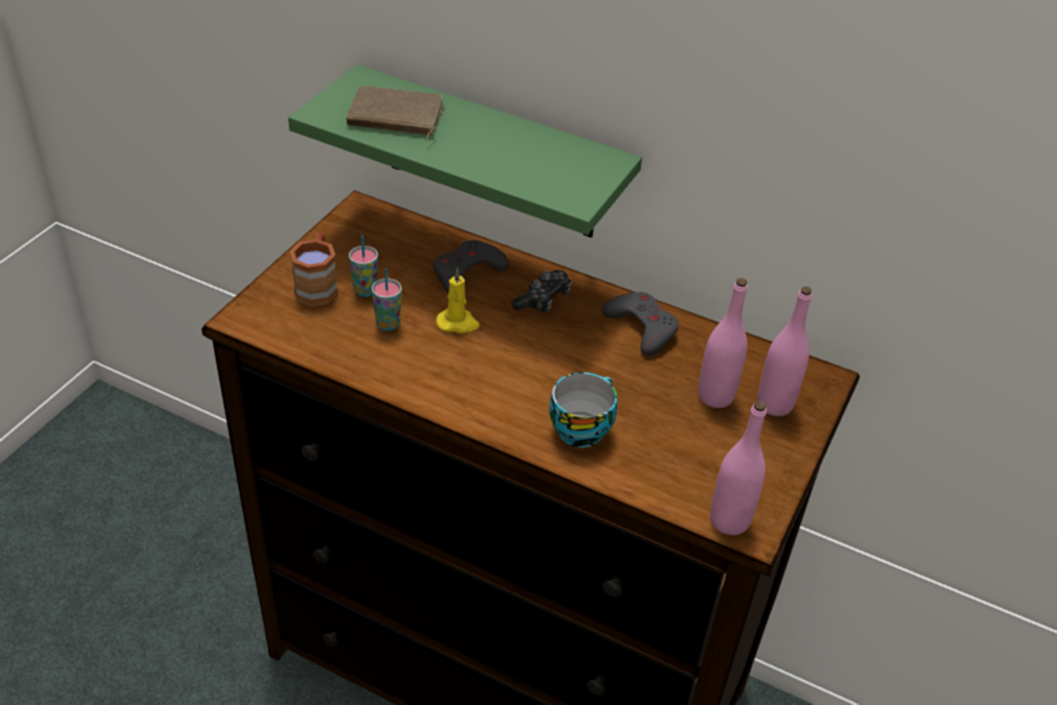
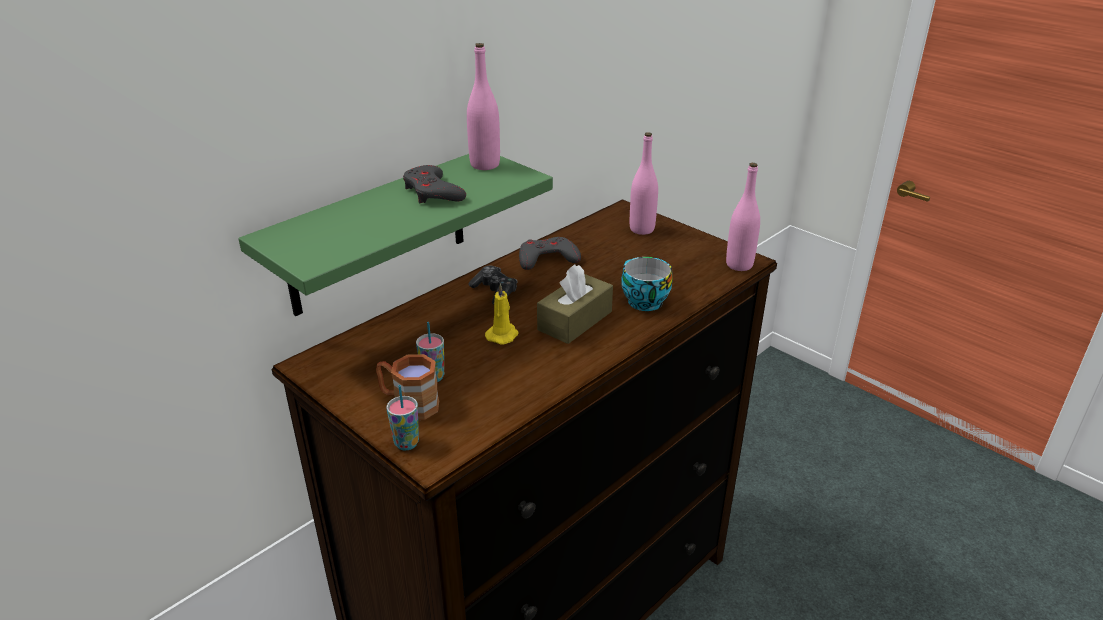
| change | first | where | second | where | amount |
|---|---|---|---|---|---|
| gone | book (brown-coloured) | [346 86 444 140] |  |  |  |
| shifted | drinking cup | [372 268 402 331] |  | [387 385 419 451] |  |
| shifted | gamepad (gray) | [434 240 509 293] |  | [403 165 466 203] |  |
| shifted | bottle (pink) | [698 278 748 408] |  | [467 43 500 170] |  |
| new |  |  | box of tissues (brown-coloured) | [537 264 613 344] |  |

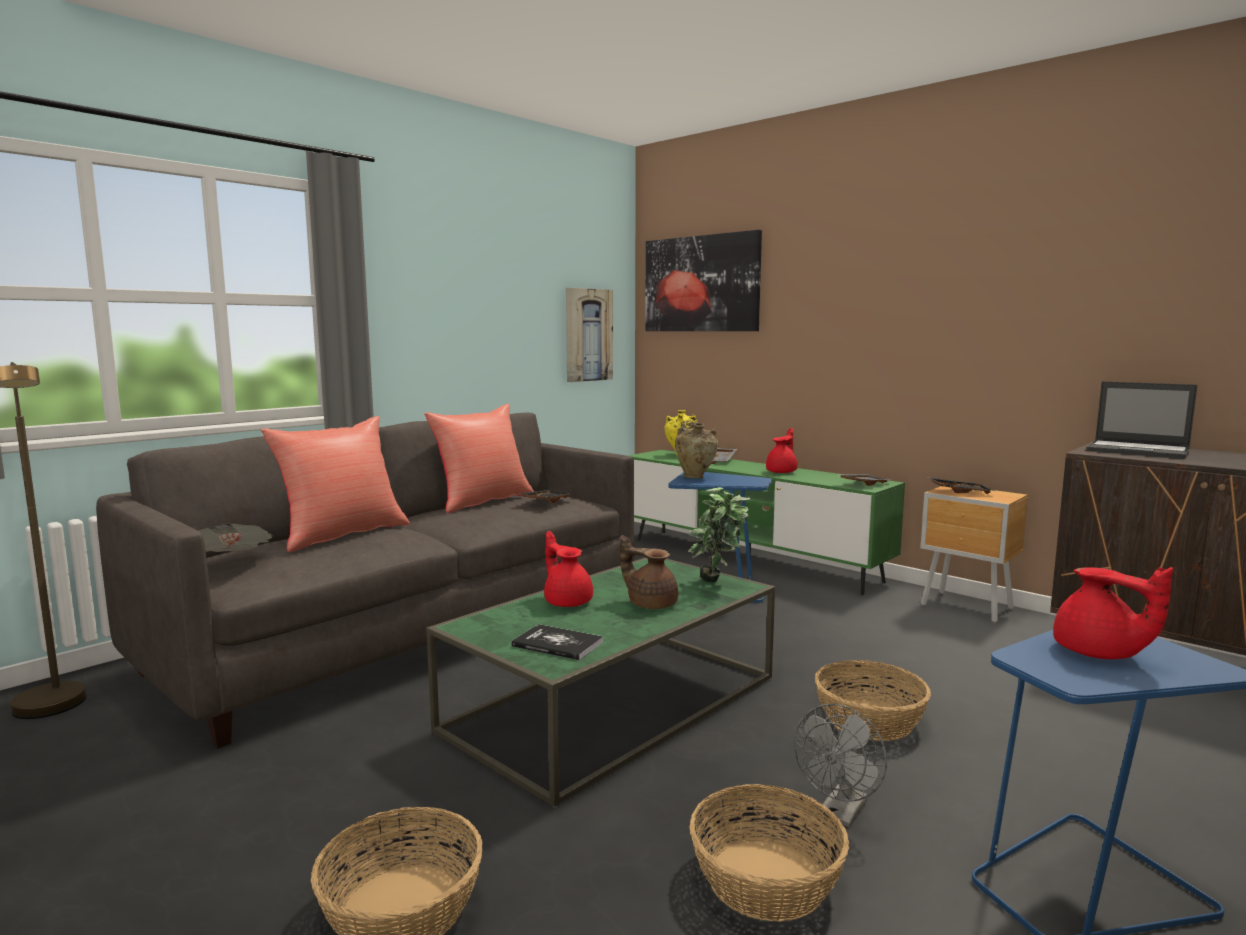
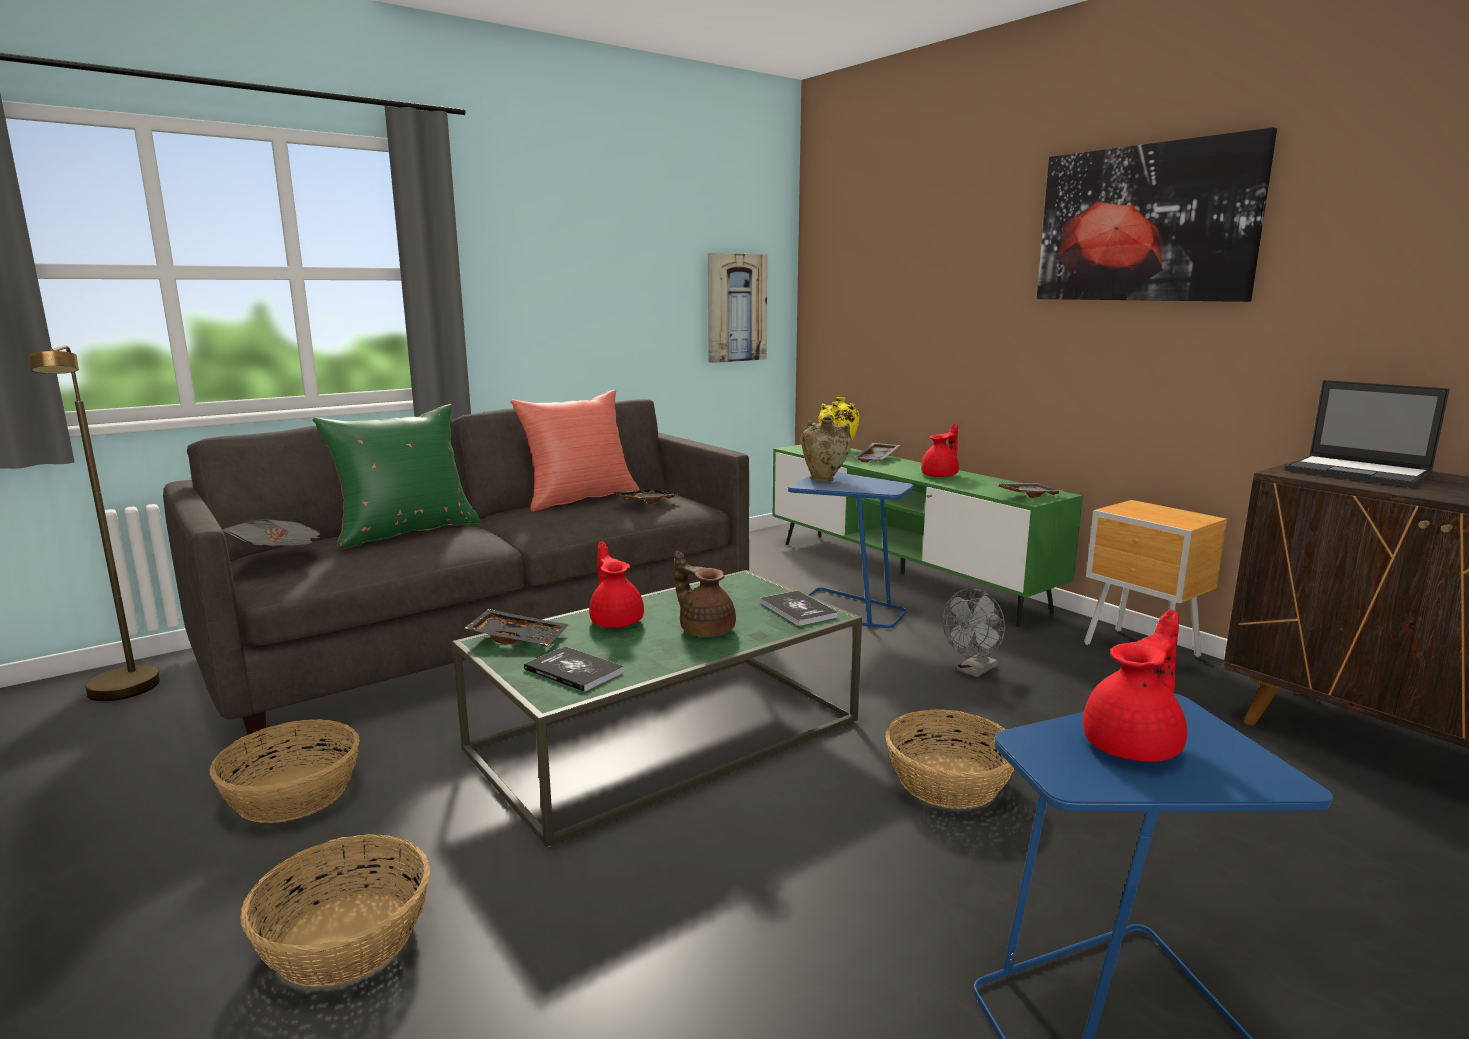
| change | first | where | second | where | amount |
|---|---|---|---|---|---|
| repainted | pillow (red) | [261 416 410 552] | pillow (green-coloured) | [313 404 481 550] |  |
| shifted | wall art | [645 230 762 331] |  | [1037 127 1277 302] |  |
| swapped | potted plant | [688 487 751 583] | book | [760 591 838 626] |  |
| shifted | basket | [689 784 849 922] |  | [209 719 360 823] |  |
| shifted | fan (gray) | [794 704 887 827] |  | [942 589 1005 677] |  |
| shifted | carrying tray (blackish) | [928 477 994 494] |  | [465 609 569 647] |  |
| rotated | tea pot (red) | [1053 567 1173 659] |  | [1083 609 1187 762] | 105 degrees counterclockwise |

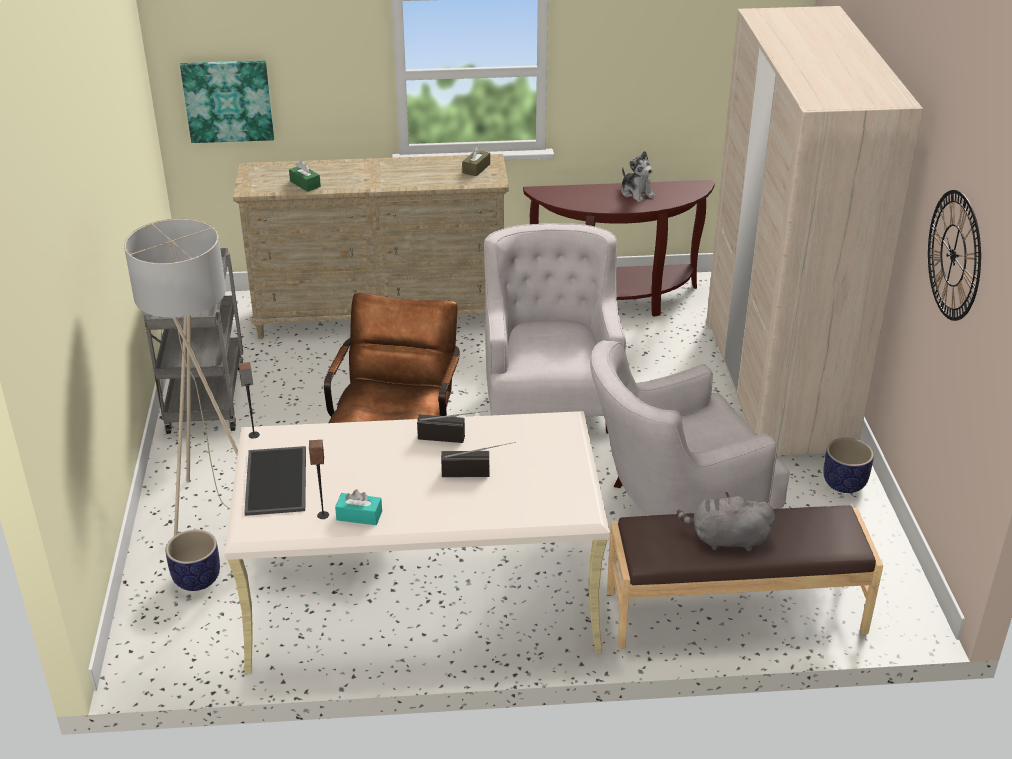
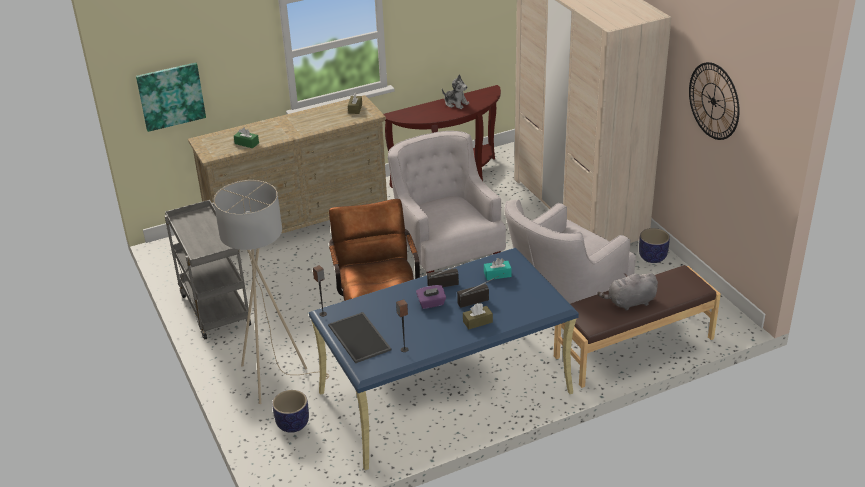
| change | first | where | second | where | amount |
|---|---|---|---|---|---|
| repainted | desk (beige-coloured) | [224 411 610 674] | desk (blue) | [309 248 579 470] |  |
| shifted | box of tissues (blue-green) | [335 489 382 525] |  | [484 258 511 280] |  |
| new |  |  | box of tissues (purplish) | [416 285 446 309] |  |
| new |  |  | box of tissues (brown-coloured) | [463 303 493 329] |  |

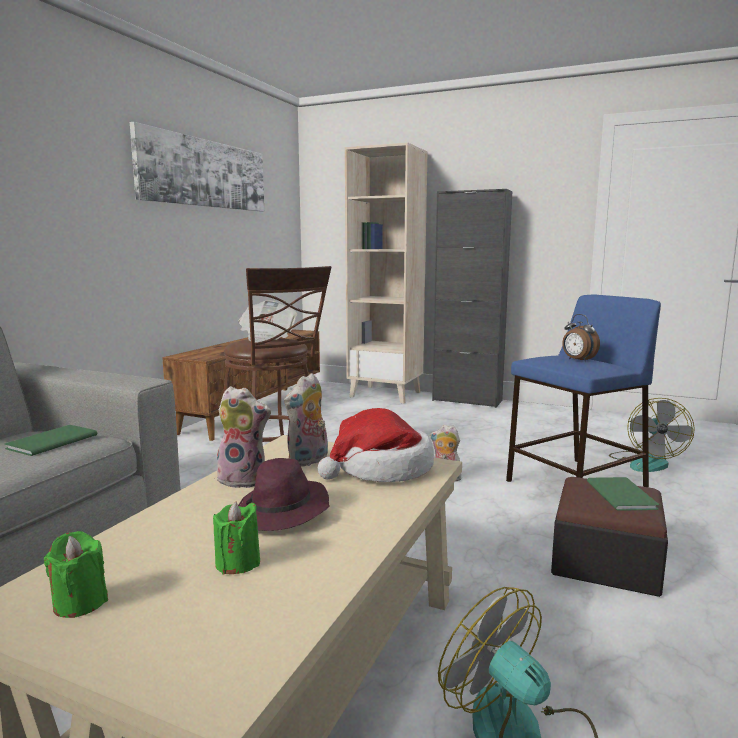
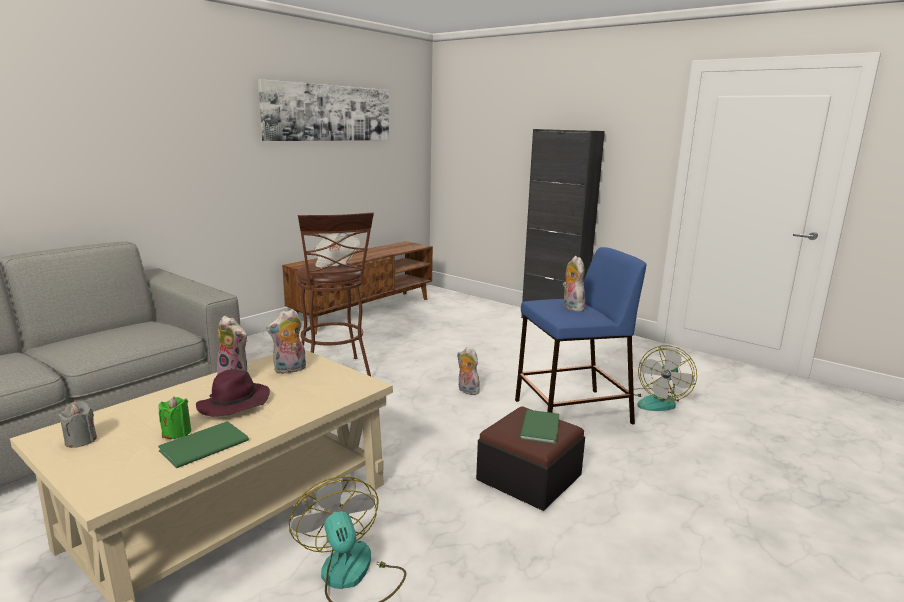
| change | first | where | second | where | amount |
|---|---|---|---|---|---|
| shifted | book (green-coloured) | [5 425 97 456] |  | [158 422 249 468] |  |
| repainted | wax light (green-coloured) | [44 531 108 618] | wax light (gray) | [58 401 97 448] |  |
| gone | wearable hat | [318 408 434 482] |  |  |  |
| gone | bookcase (beige-coloured) | [345 142 428 403] |  |  |  |
| swapped | table clock | [562 314 600 362] | cuddly toy | [563 256 586 312] |  |

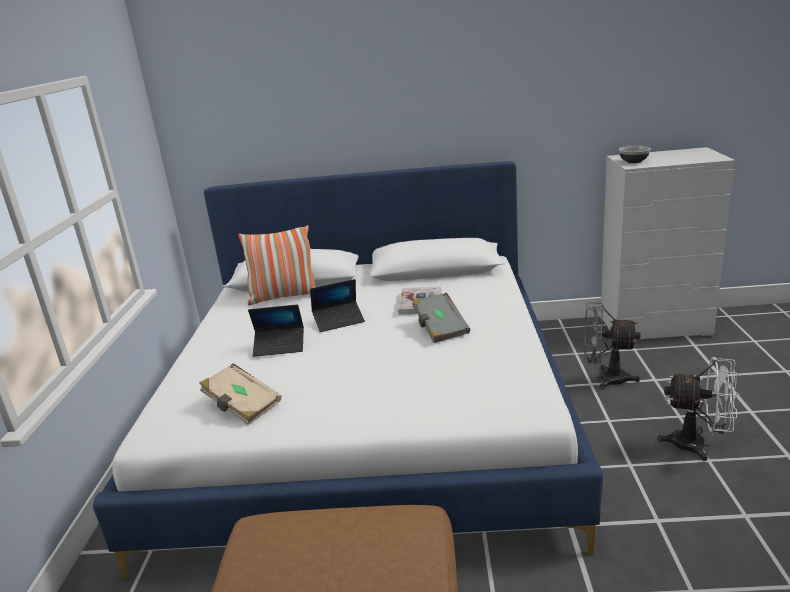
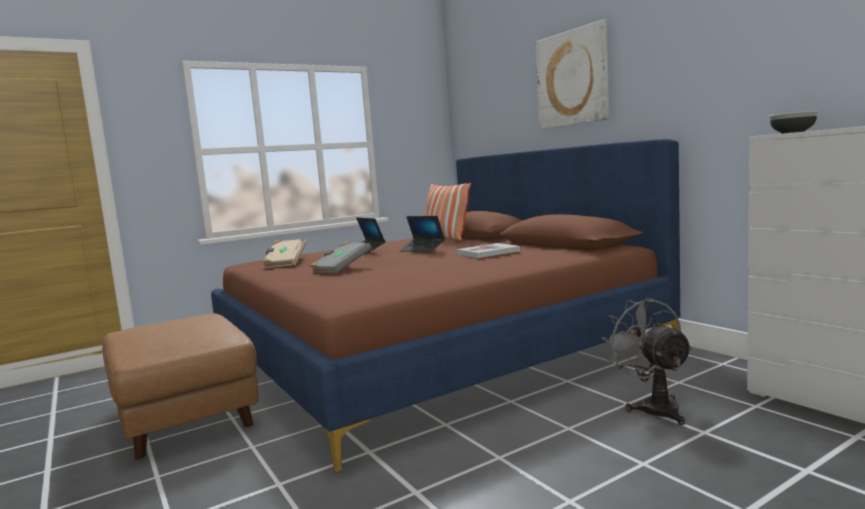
| change | first | where | second | where | amount |
|---|---|---|---|---|---|
| repainted | bedroom bed (white) | [93 161 603 579] | bedroom bed (brown-coloured) | [211 139 680 472] |  |
| shifted | book (gray) | [413 293 470 343] |  | [310 242 371 273] |  |
| gone | fan (white) | [657 357 739 461] |  |  |  |
| new |  |  | wall art | [535 19 609 129] |  |

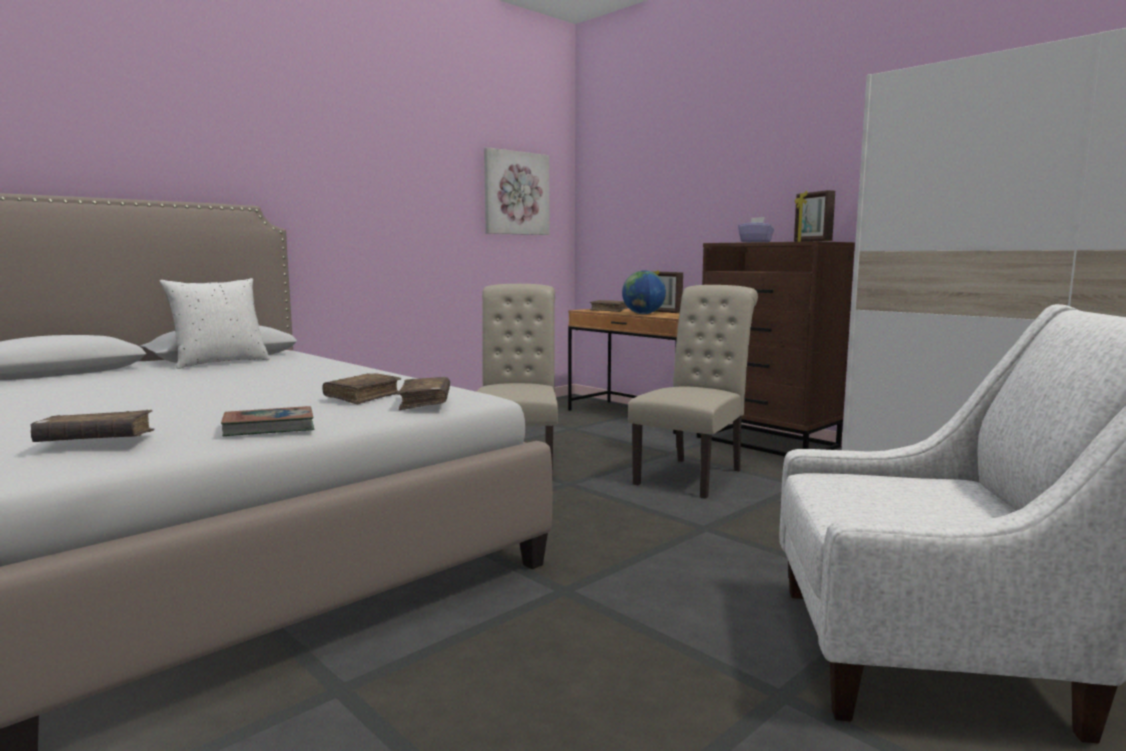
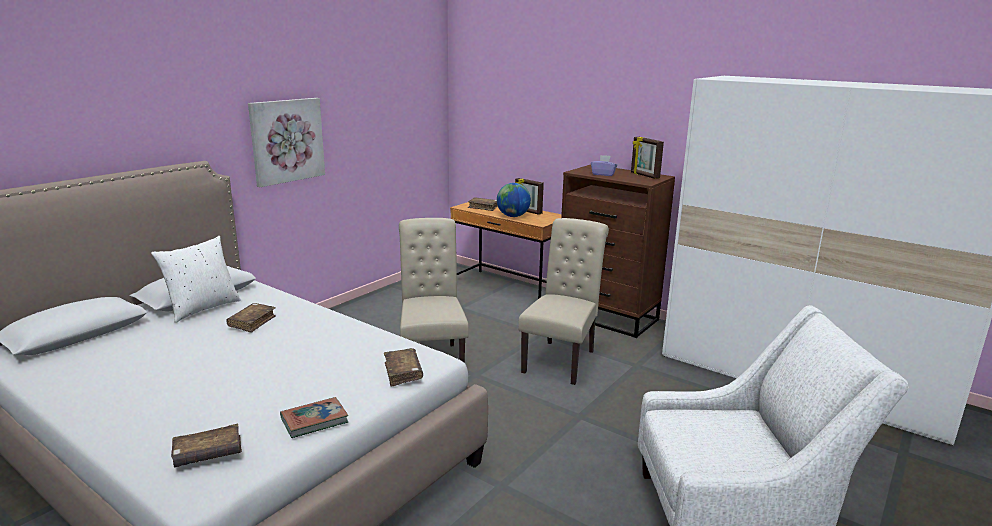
| change | first | where | second | where | amount |
|---|---|---|---|---|---|
| shifted | book (brown-coloured) | [322 373 401 404] |  | [226 303 276 333] |  |
| shifted | wall art | [484 147 549 235] |  | [248 98 325 187] |  |

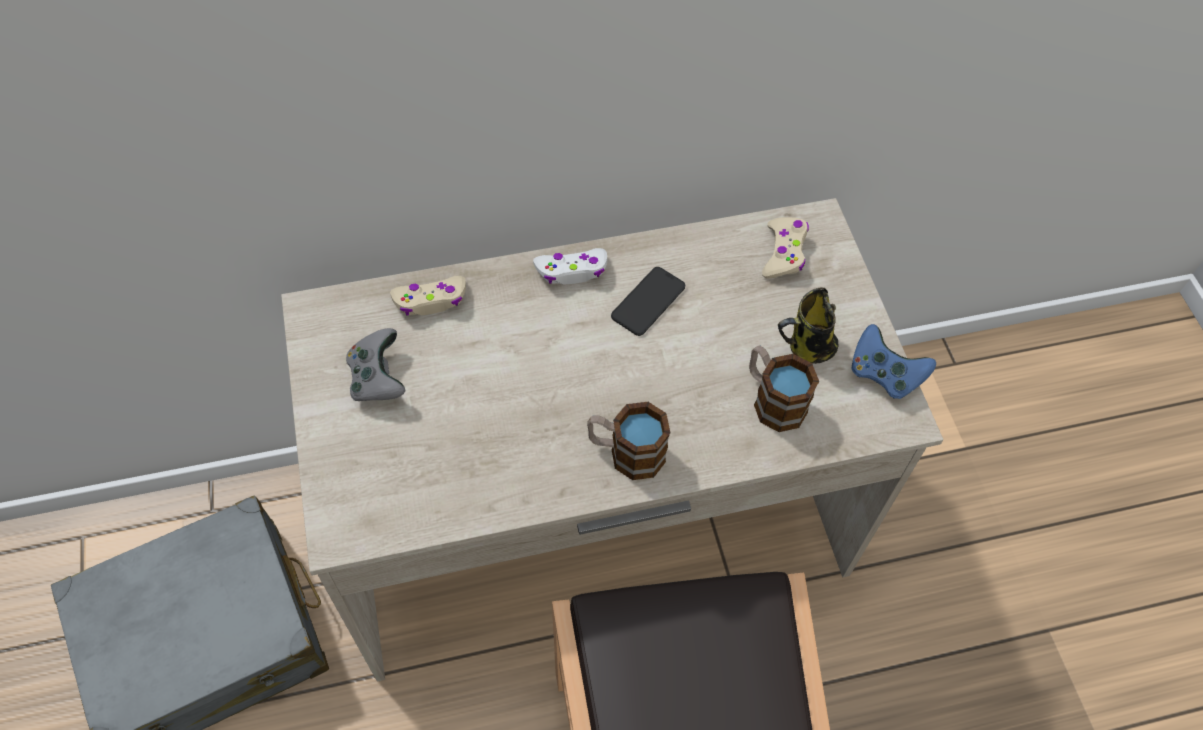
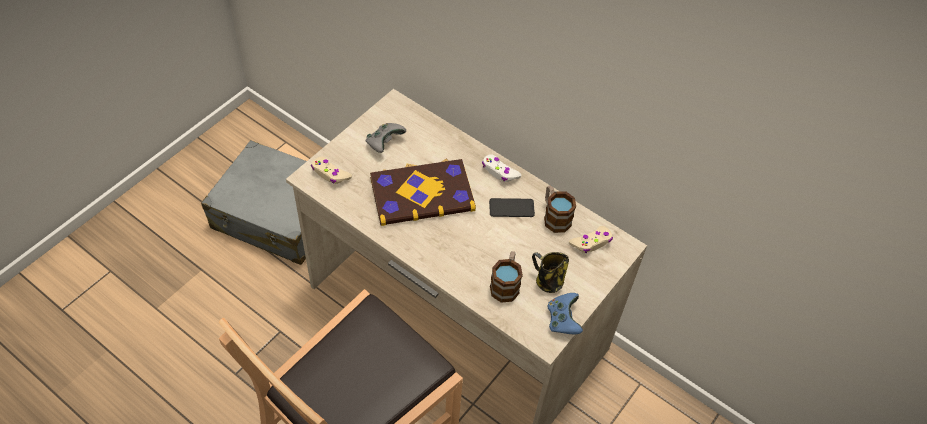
| change | first | where | second | where | amount |
|---|---|---|---|---|---|
| shifted | gamepad (beige-coloured) | [390 276 466 316] |  | [311 157 352 184] |  |
| shifted | coffee mug | [587 402 670 480] |  | [544 185 576 233] |  |
| new |  |  | book | [370 158 476 226] |  |

